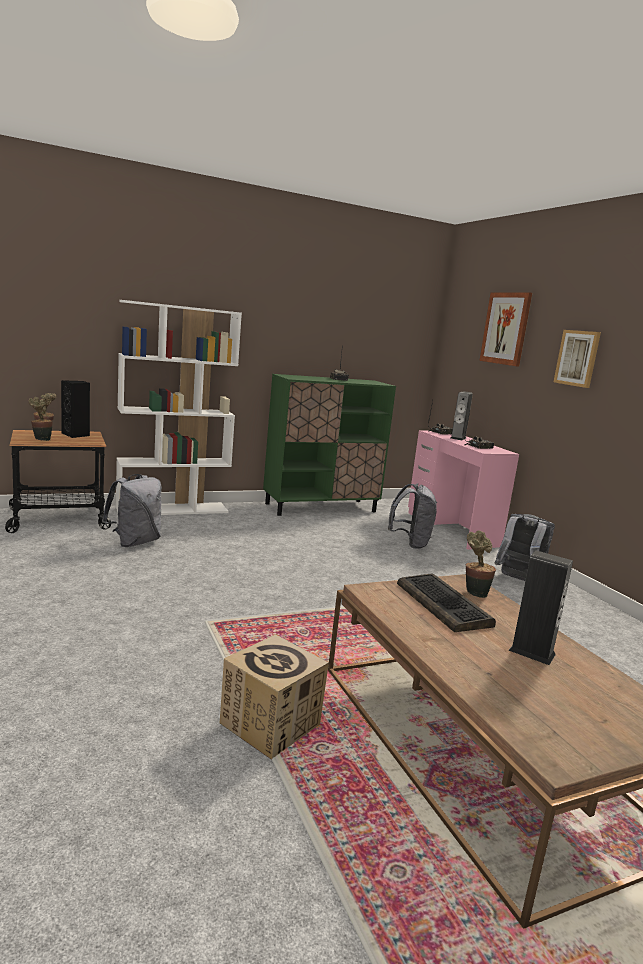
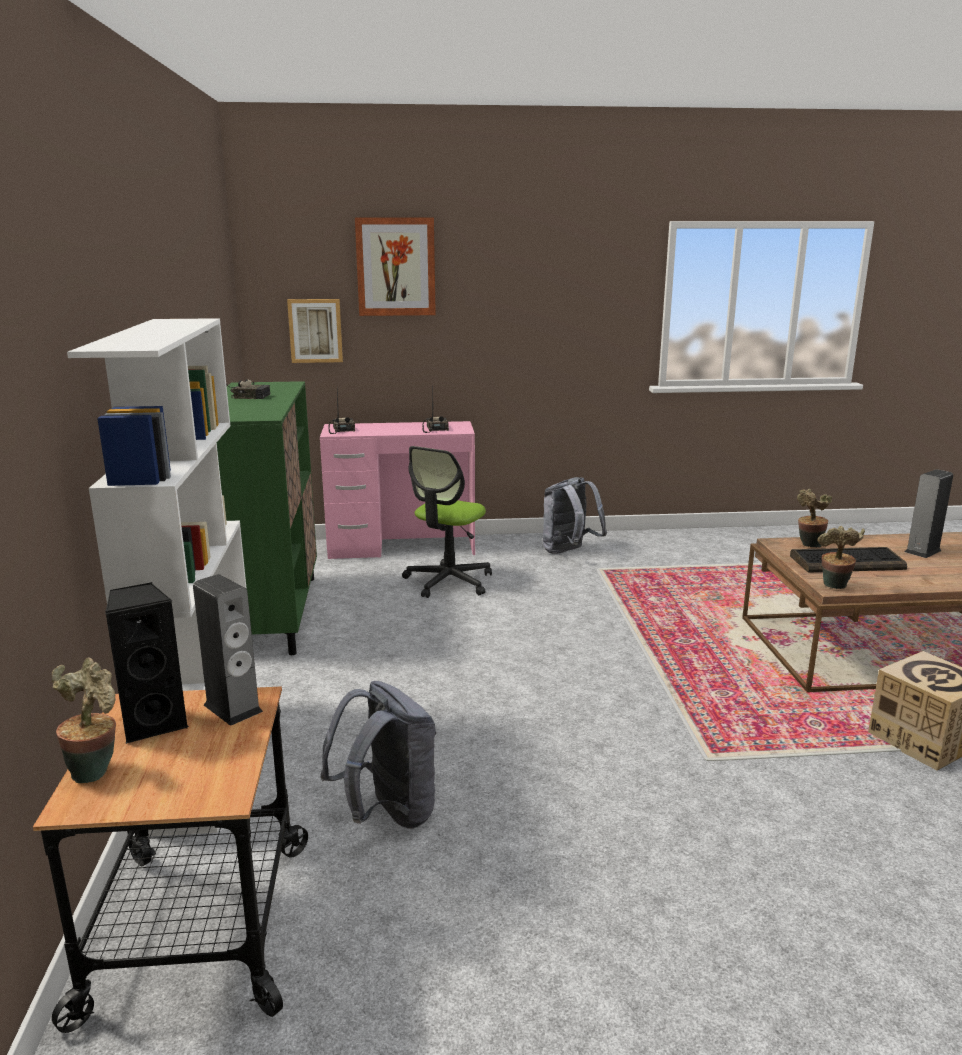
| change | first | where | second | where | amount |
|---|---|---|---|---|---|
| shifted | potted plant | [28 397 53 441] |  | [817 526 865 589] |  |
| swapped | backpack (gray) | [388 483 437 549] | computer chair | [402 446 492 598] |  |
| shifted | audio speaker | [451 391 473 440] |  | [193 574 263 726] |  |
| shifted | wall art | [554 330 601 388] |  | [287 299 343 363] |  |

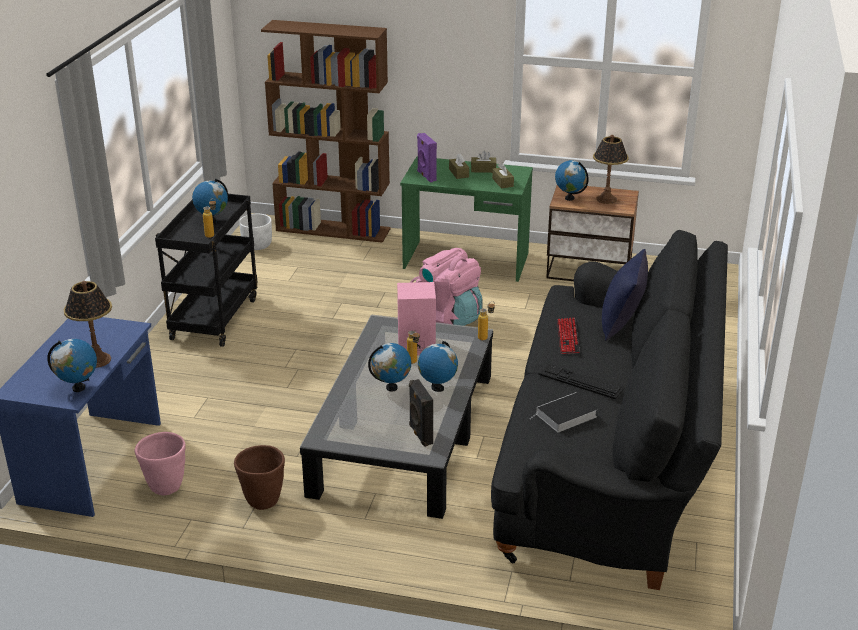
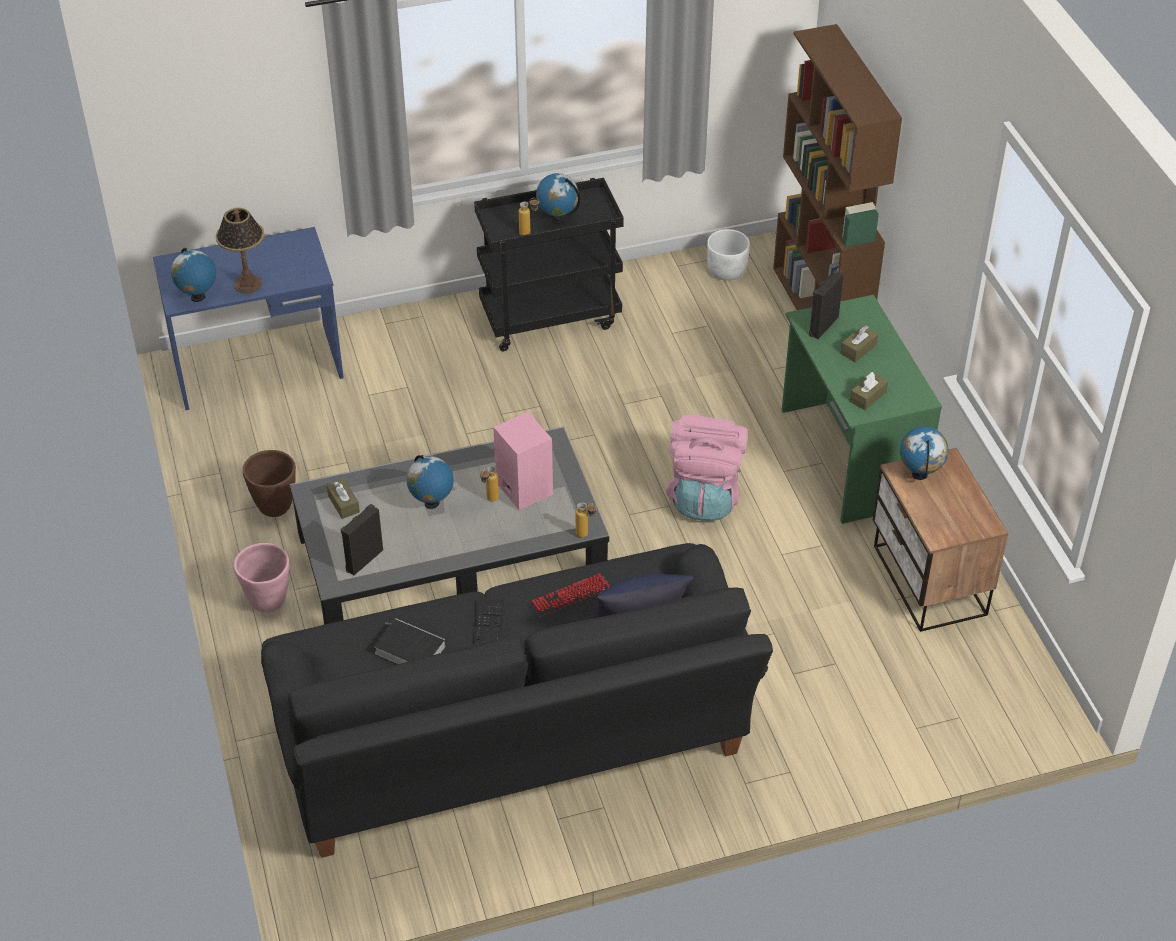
| change | first | where | second | where | amount |
|---|---|---|---|---|---|
| shifted | flower pot (pink) | [135 432 186 495] |  | [234 543 289 613] |  |
| repainted | audio speaker (purplish) | [417 133 437 183] | audio speaker (blackish) | [809 270 844 339] |  |
| gone | globe | [418 341 458 392] |  |  |  |
| shifted | box of tissues (brown-coloured) | [471 151 496 173] |  | [327 479 360 519] |  |
| gone | table lamp | [593 135 629 204] |  |  |  |

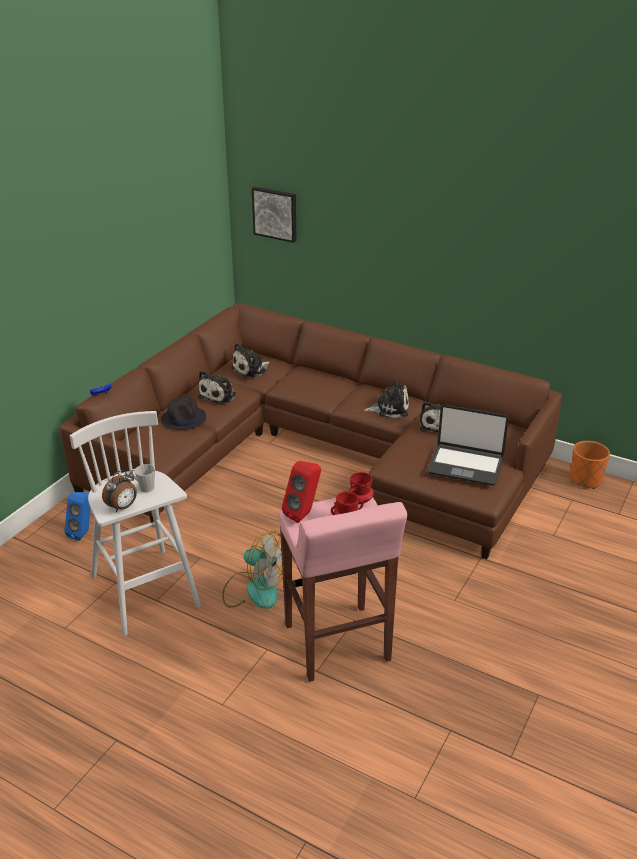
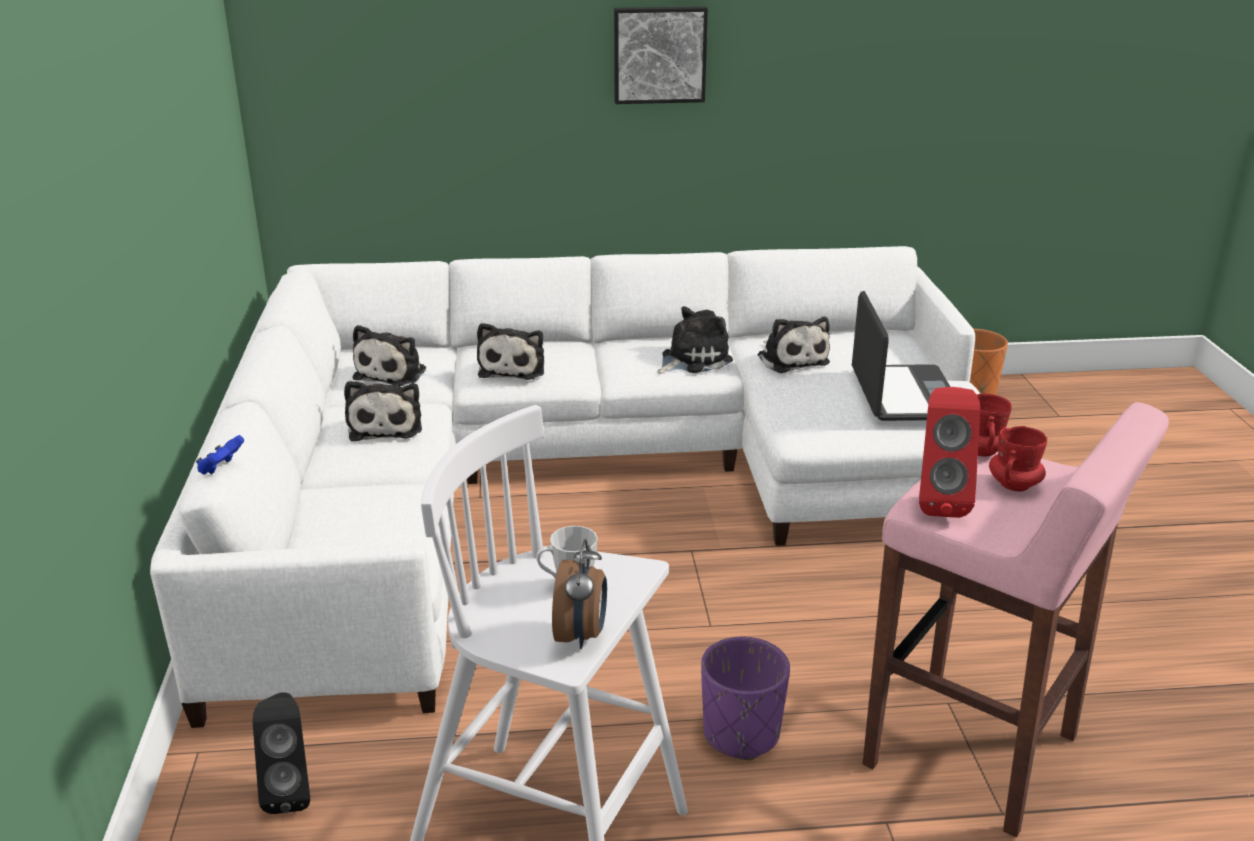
| change | first | where | second | where | amount |
|---|---|---|---|---|---|
| repainted | couch (brown-coloured) | [59 303 562 559] | couch (white) | [150 246 980 728] |  |
| repainted | audio speaker (blue) | [64 492 91 541] | audio speaker (blackish) | [253 692 310 814] |  |
| gone | wearable hat (blackish) | [161 397 206 430] |  |  |  |
| swapped | fan | [222 531 283 609] | flower pot (purplish) | [701 637 790 760] |  |
| shifted | wall art | [252 187 297 243] |  | [614 6 708 104] |  |
| rotated | laptop | [428 405 509 485] |  | [852 291 950 421] | 75 degrees counterclockwise |
| new |  |  | cuddly toy | [477 323 544 380] |  |

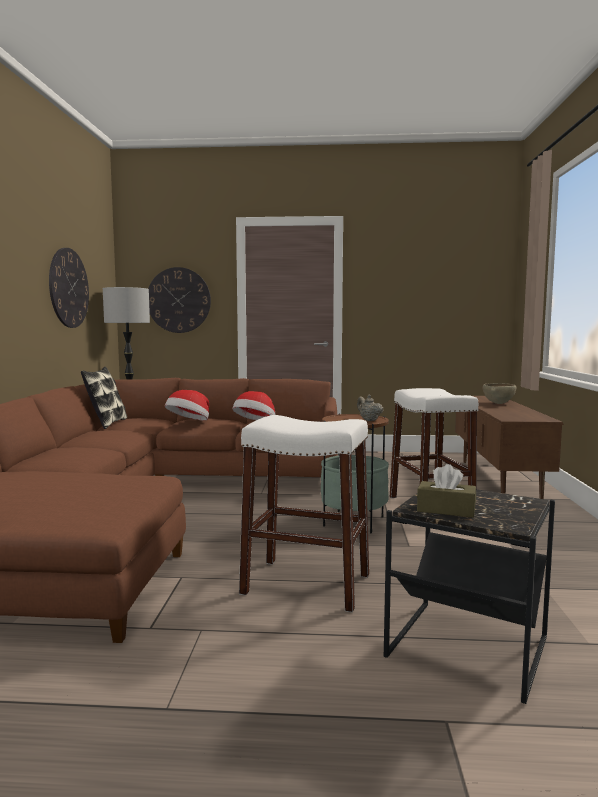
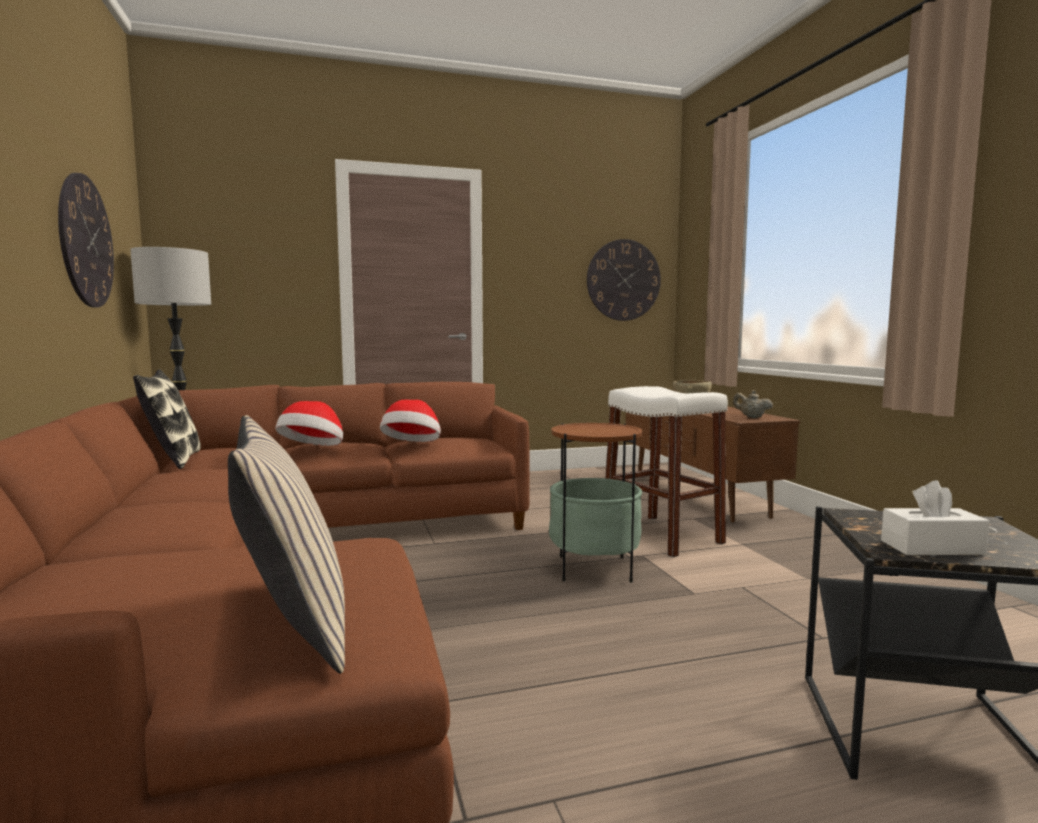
| change | first | where | second | where | amount |
|---|---|---|---|---|---|
| shifted | hanging clock | [148 267 211 333] |  | [587 239 661 321] |  |
| gone | sitting stool (white) | [239 415 369 612] |  |  |  |
| shifted | tea pot (beige-coloured) | [357 395 384 421] |  | [733 390 773 418] |  |
| repainted | box of tissues (brown-coloured) | [417 464 476 518] | box of tissues (white) | [881 480 990 555] |  |
| new |  |  | pillow (beige-coloured) | [228 415 345 674] |  |

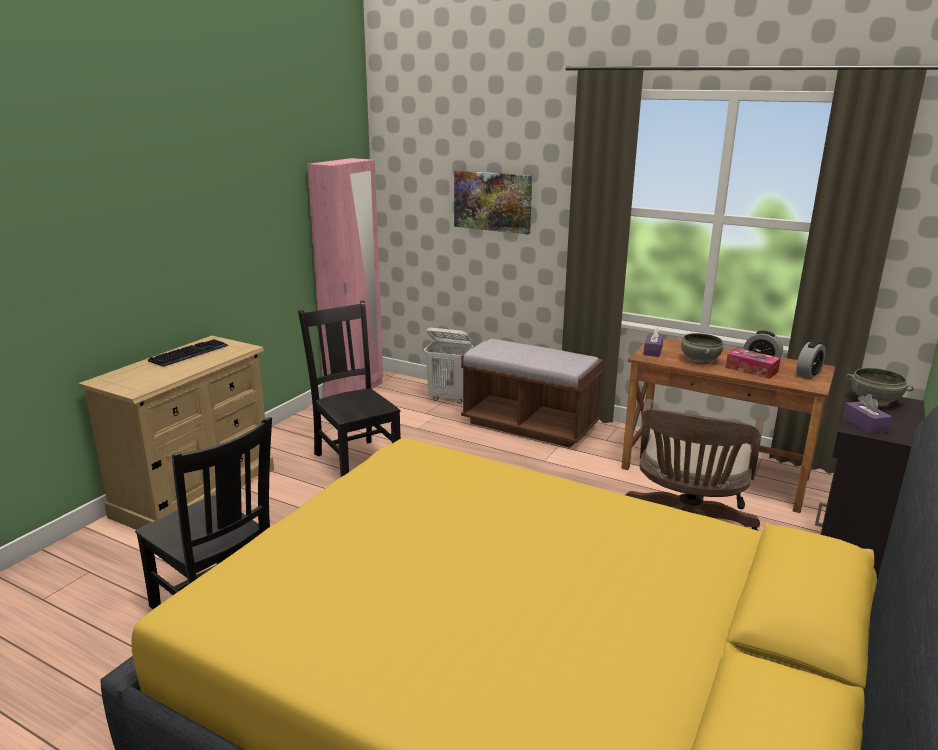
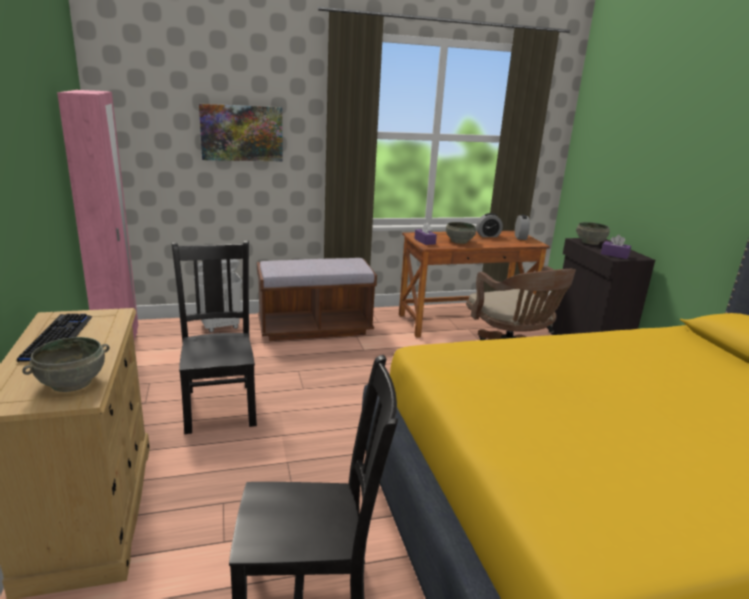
| change | first | where | second | where | amount |
|---|---|---|---|---|---|
| rotated | chair (blackish) | [298 301 401 477] |  | [171 241 257 434] | 60 degrees clockwise |
| gone | box of tissues | [726 348 781 379] |  |  |  |
| new |  |  | bowl (gray) | [22 337 110 392] |  |

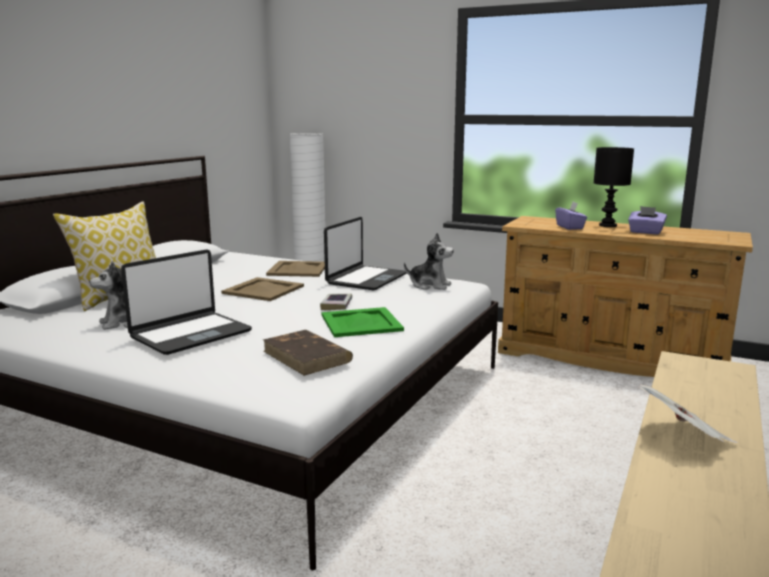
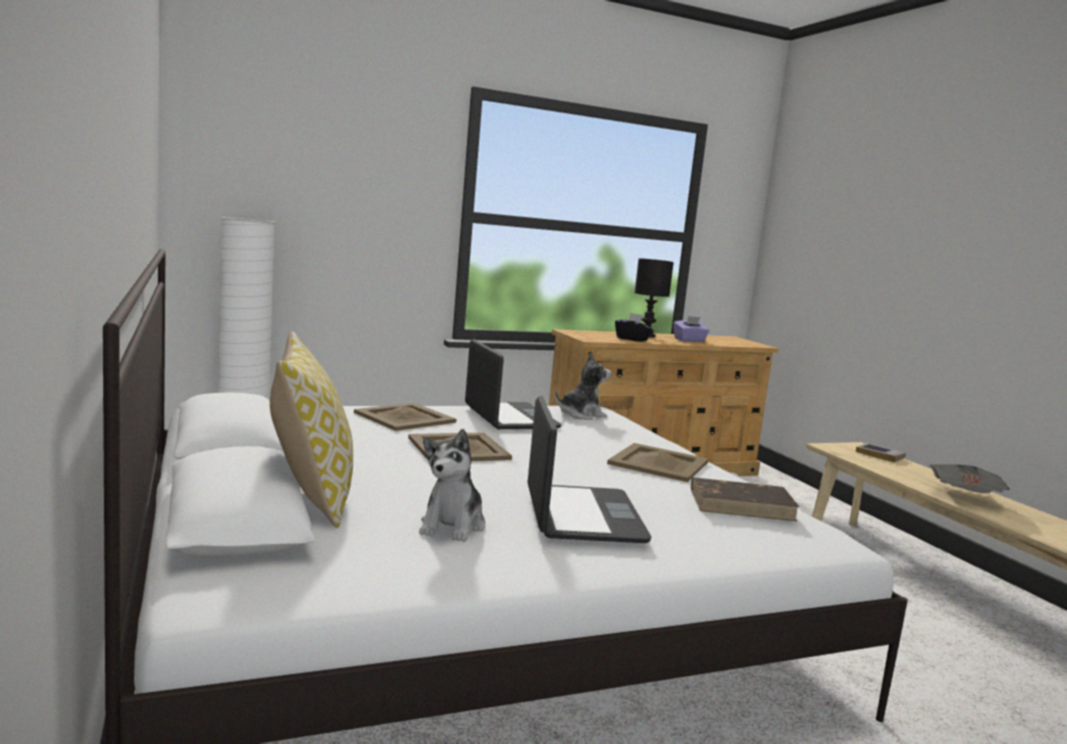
| change | first | where | second | where | amount |
|---|---|---|---|---|---|
| shifted | book | [320 294 352 310] |  | [856 443 906 462] |  |
| repainted | carrying tray (green-coloured) | [322 307 404 337] | carrying tray (beige-coloured) | [607 443 709 482] |  |
| repainted | box of tissues (purplish) | [555 202 587 230] | box of tissues (blackish) | [615 313 652 342] |  |

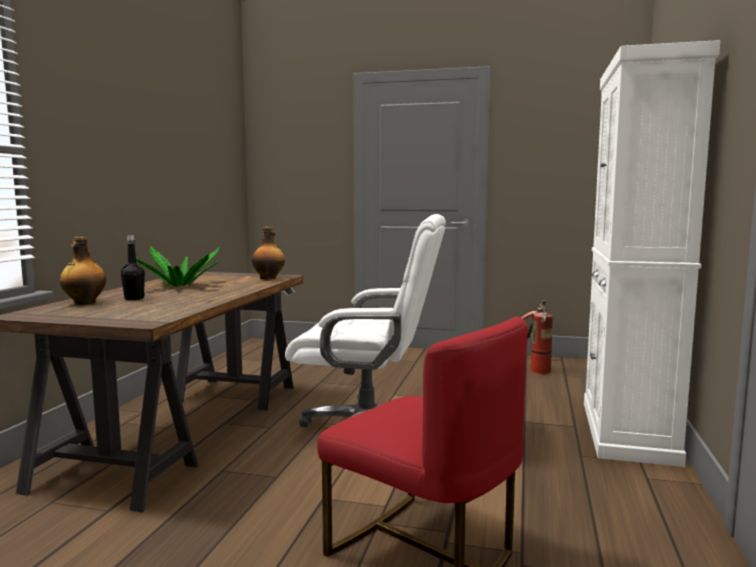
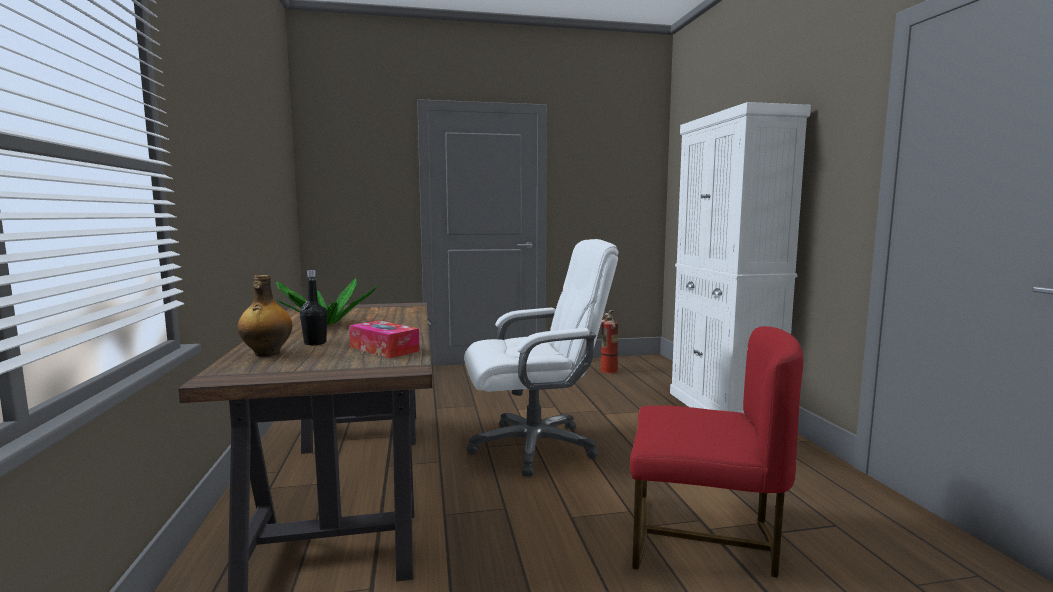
| change | first | where | second | where | amount |
|---|---|---|---|---|---|
| gone | bottle | [252 227 285 279] |  |  |  |
| new |  |  | box of tissues | [349 320 420 358] |  |

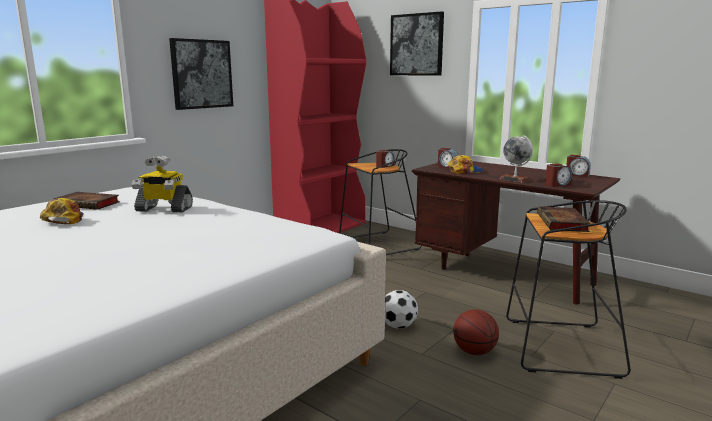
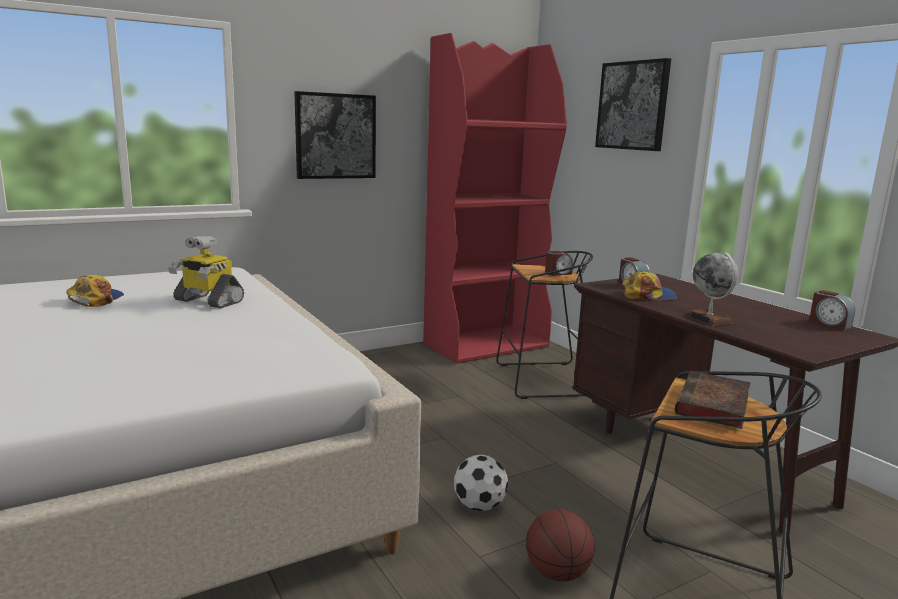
| change | first | where | second | where | amount |
|---|---|---|---|---|---|
| gone | book | [53 192 120 210] |  |  |  |
| gone | table clock | [545 163 572 187] |  |  |  |

